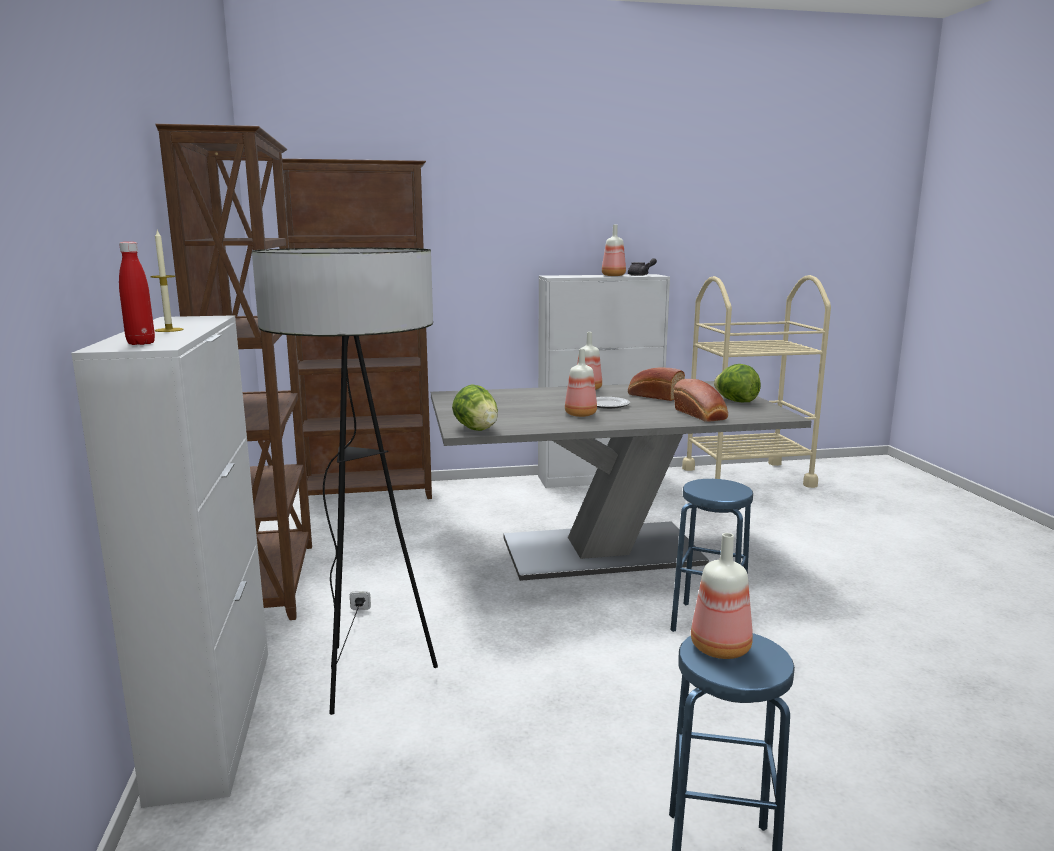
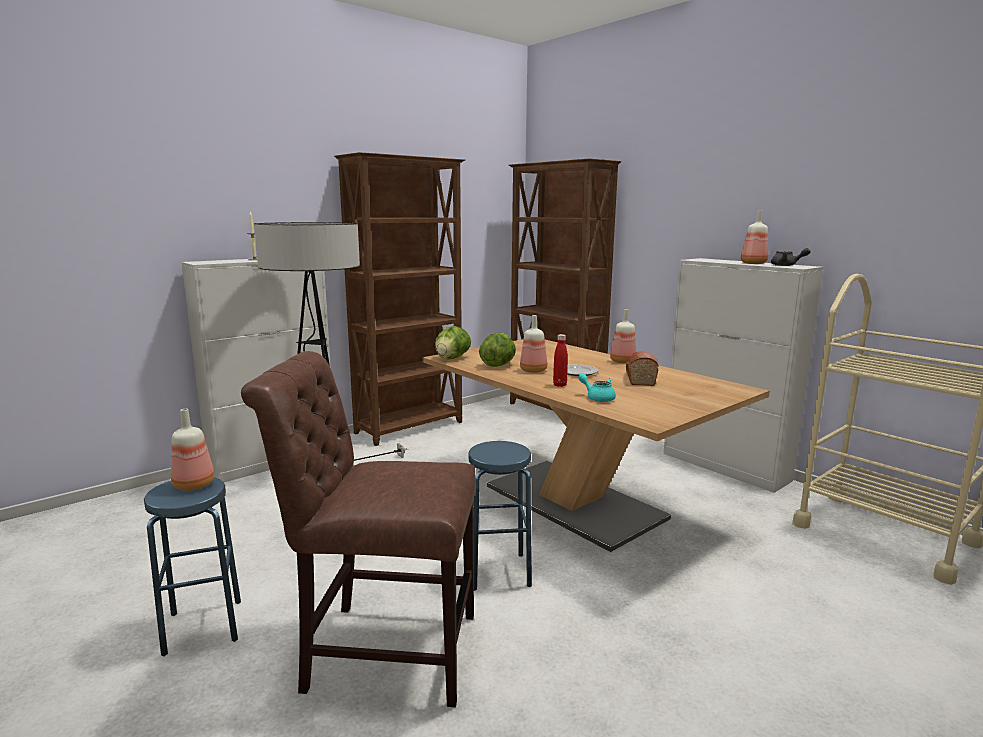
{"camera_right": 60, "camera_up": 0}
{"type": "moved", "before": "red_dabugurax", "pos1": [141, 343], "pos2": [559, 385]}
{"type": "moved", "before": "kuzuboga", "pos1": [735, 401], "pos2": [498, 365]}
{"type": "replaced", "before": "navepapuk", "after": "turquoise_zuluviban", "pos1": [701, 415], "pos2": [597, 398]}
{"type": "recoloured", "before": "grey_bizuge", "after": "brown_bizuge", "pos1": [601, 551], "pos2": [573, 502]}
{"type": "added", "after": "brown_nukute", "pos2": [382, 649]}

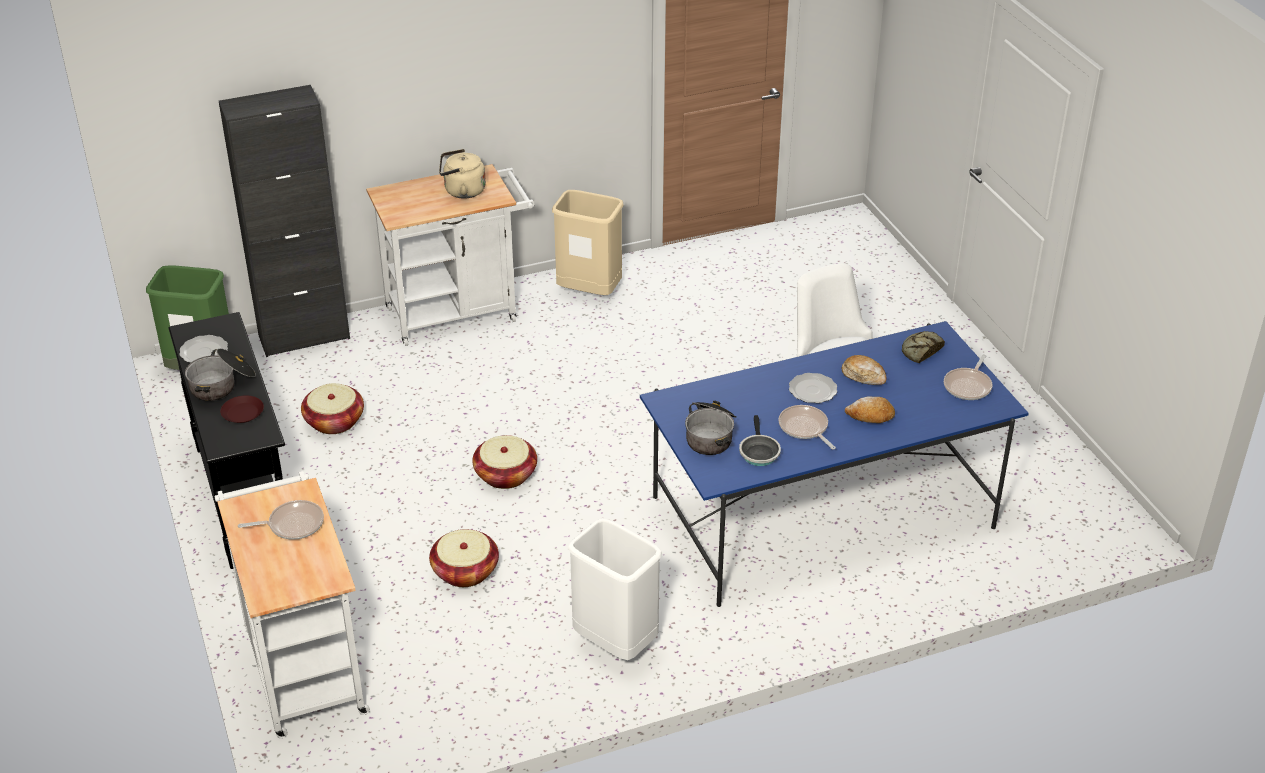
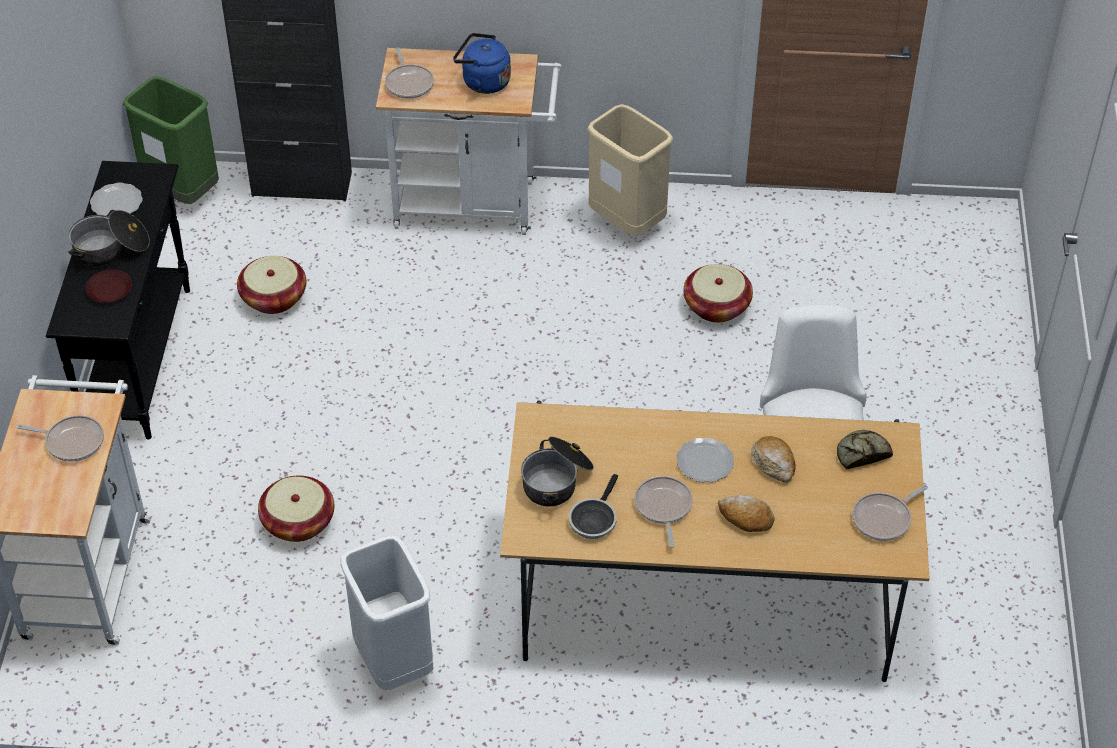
{"camera_right": 25, "camera_up": 10}
{"type": "recoloured", "before": "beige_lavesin", "after": "blue_lavesin", "pos1": [462, 191], "pos2": [483, 82]}
{"type": "recoloured", "before": "blue_bizuge", "after": "beige_bizuge", "pos1": [822, 512], "pos2": [706, 589]}
{"type": "moved", "before": "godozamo", "pos1": [505, 475], "pos2": [716, 306]}
{"type": "added", "after": "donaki", "pos2": [409, 83]}

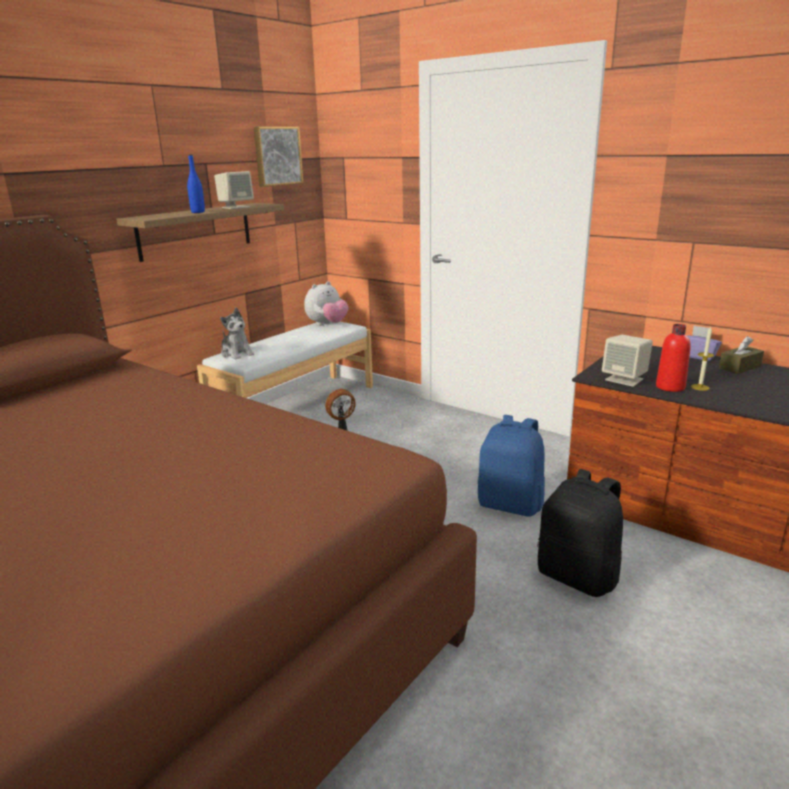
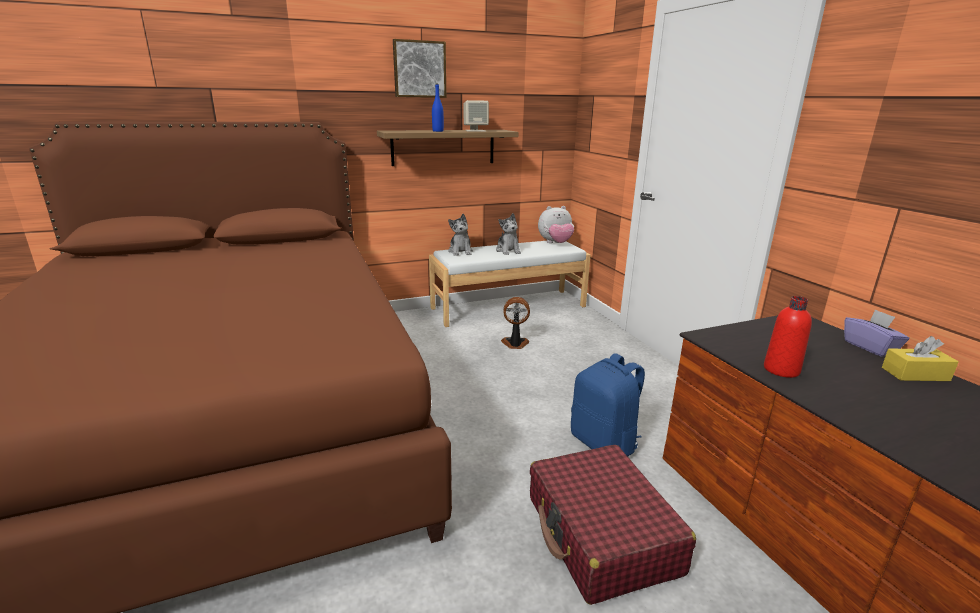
{"camera_right": 30, "camera_up": 0}
{"type": "moved", "before": "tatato", "pos1": [277, 156], "pos2": [419, 69]}
{"type": "removed", "before": "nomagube", "pos1": [700, 387]}
{"type": "removed", "before": "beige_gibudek", "pos1": [624, 379]}
{"type": "recoloured", "before": "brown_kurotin", "after": "yellow_kurotin", "pos1": [739, 367], "pos2": [915, 374]}
{"type": "replaced", "before": "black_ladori", "after": "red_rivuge", "pos1": [578, 576], "pos2": [601, 535]}
{"type": "added", "after": "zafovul", "pos2": [508, 251]}

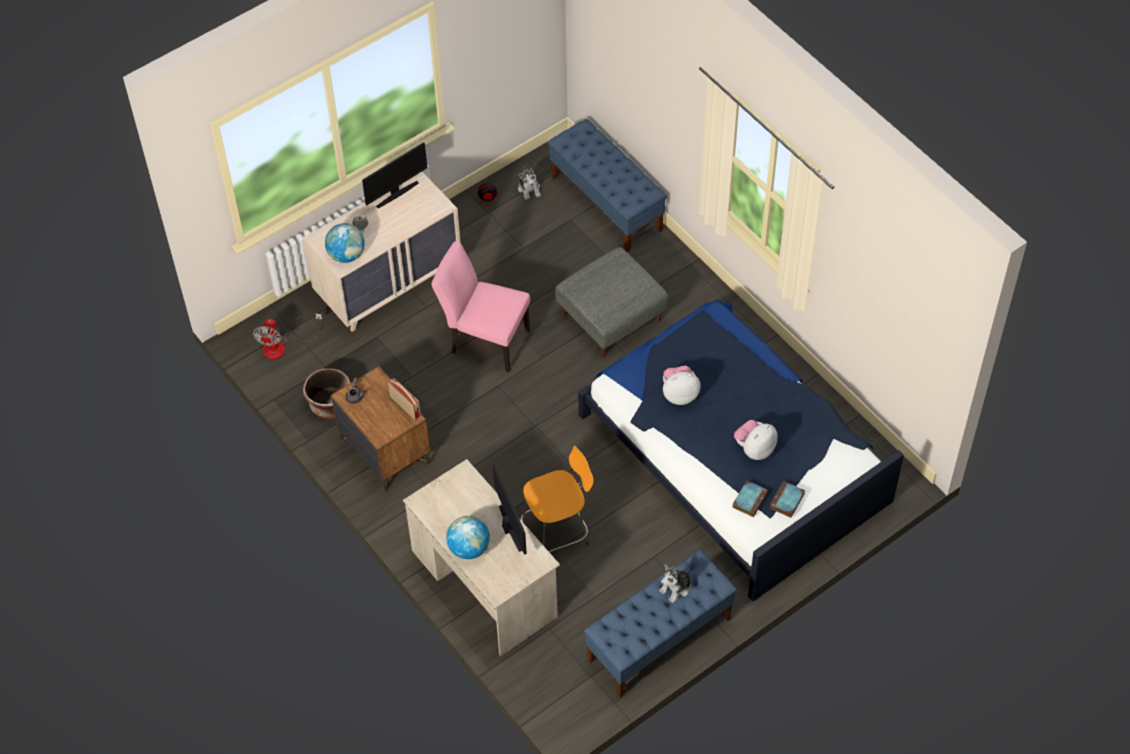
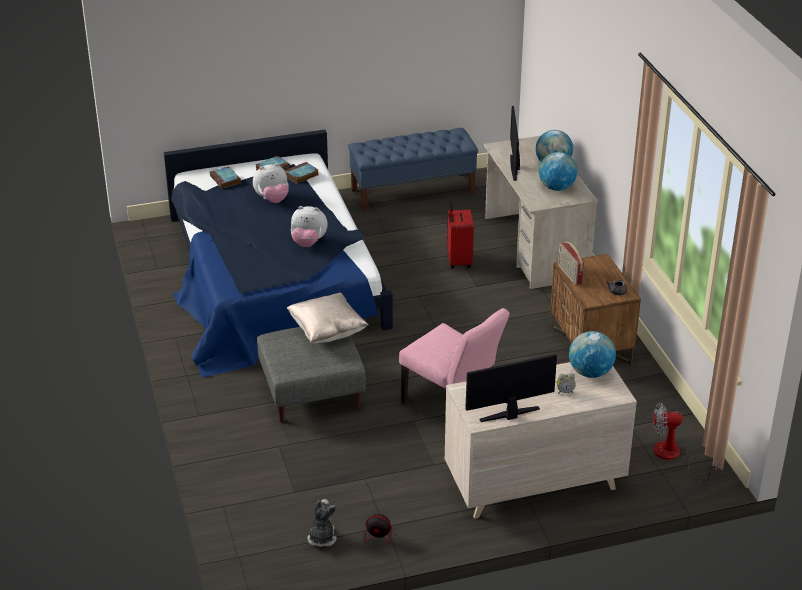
{"camera_right": -160, "camera_up": -20}
{"type": "removed", "before": "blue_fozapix", "pos1": [607, 204]}
{"type": "turned", "before": "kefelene", "pos1": [282, 346], "pos2": [674, 456], "turn": -120}
{"type": "removed", "before": "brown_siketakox", "pos1": [330, 404]}
{"type": "replaced", "before": "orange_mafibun", "after": "red_rivuge", "pos1": [557, 533], "pos2": [458, 261]}
{"type": "removed", "before": "zafovul", "pos1": [676, 588]}
{"type": "added", "after": "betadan", "pos2": [556, 187]}
{"type": "added", "after": "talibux", "pos2": [226, 180]}
{"type": "added", "after": "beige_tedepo", "pos2": [327, 332]}

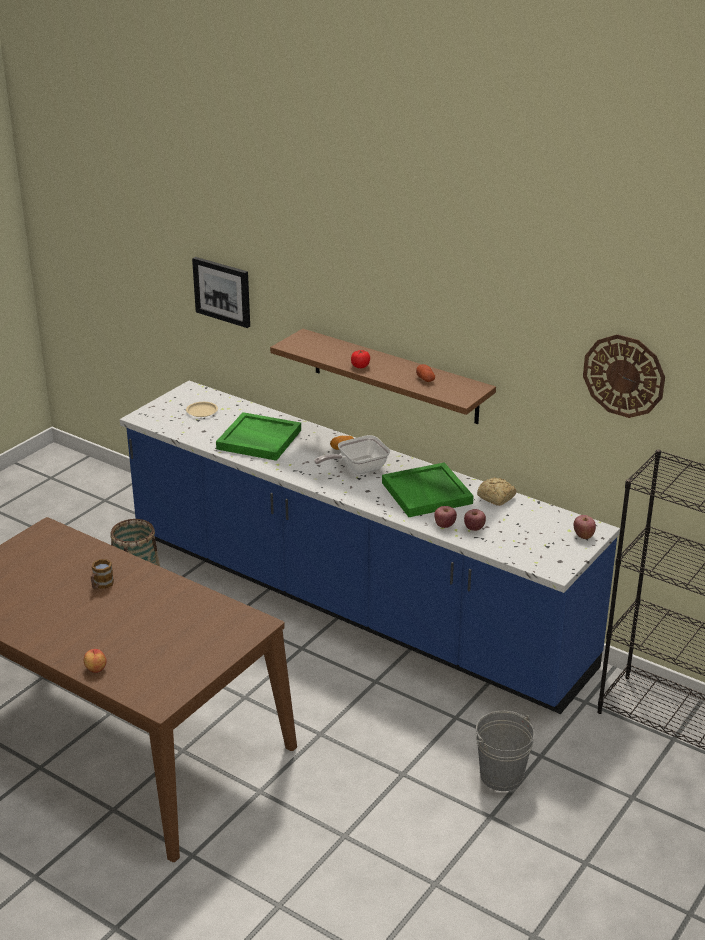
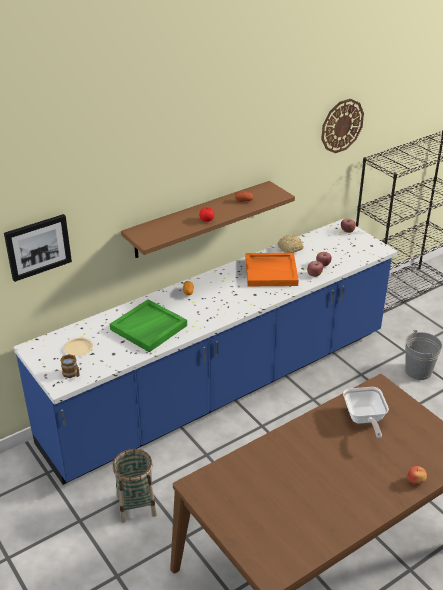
{"camera_right": -70, "camera_up": 5}
{"type": "moved", "before": "donaki", "pos1": [358, 468], "pos2": [364, 419]}
{"type": "recoloured", "before": "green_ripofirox", "after": "orange_ripofirox", "pos1": [427, 493], "pos2": [271, 271]}
{"type": "moved", "before": "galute", "pos1": [101, 585], "pos2": [72, 374]}

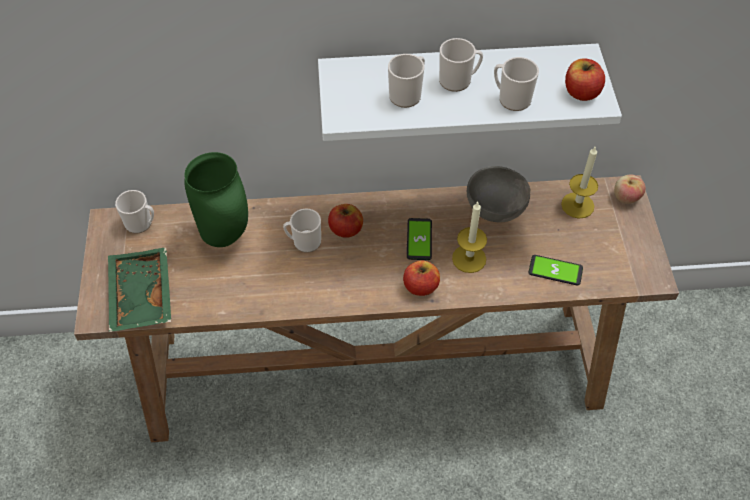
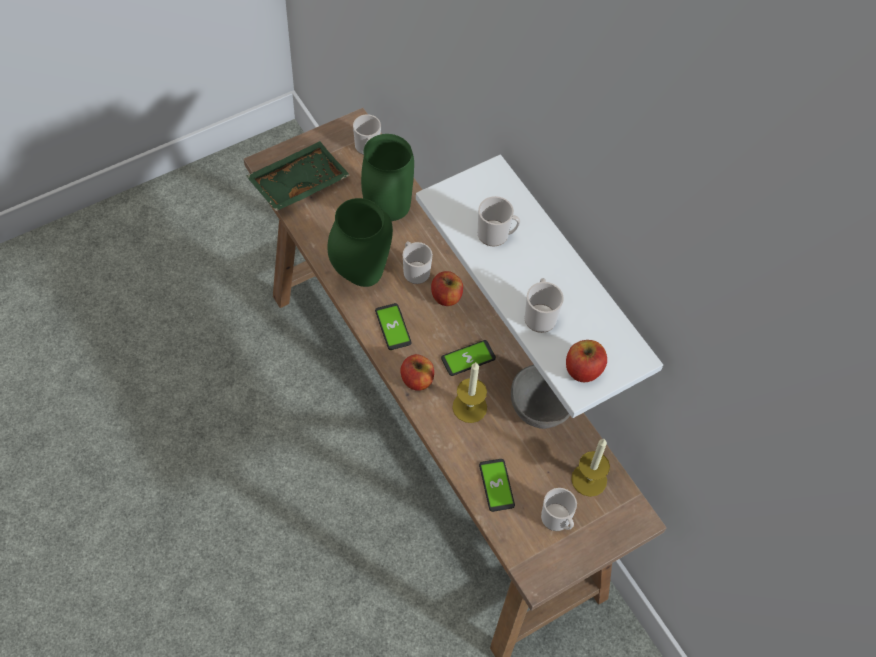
{"camera_right": 60, "camera_up": 5}
{"type": "moved", "before": "galute", "pos1": [458, 80], "pos2": [557, 520]}
{"type": "removed", "before": "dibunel", "pos1": [626, 197]}
{"type": "added", "after": "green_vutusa", "pos2": [362, 276]}
{"type": "added", "after": "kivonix", "pos2": [393, 327]}

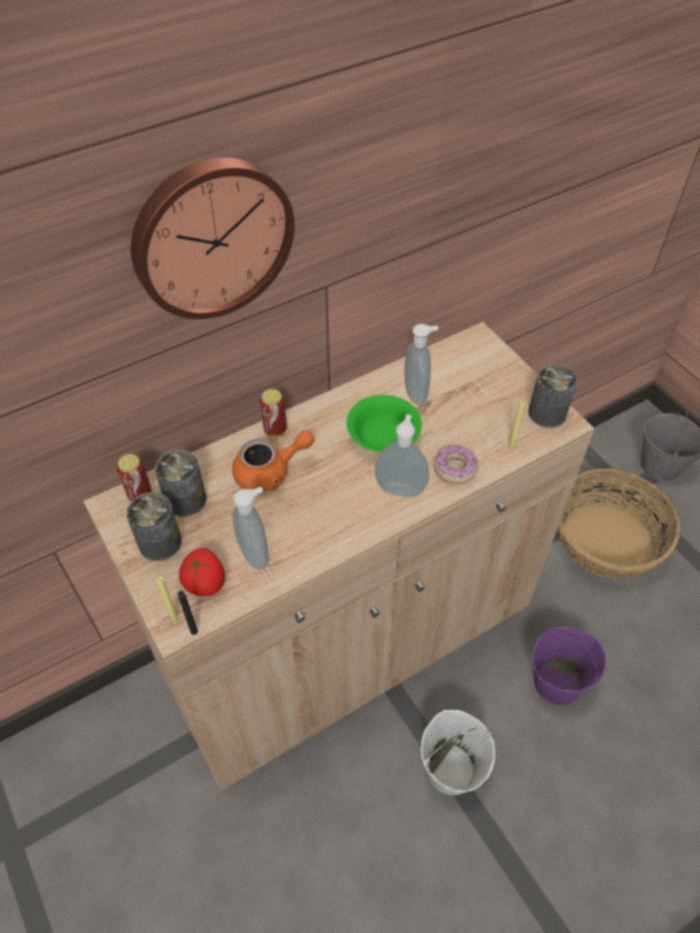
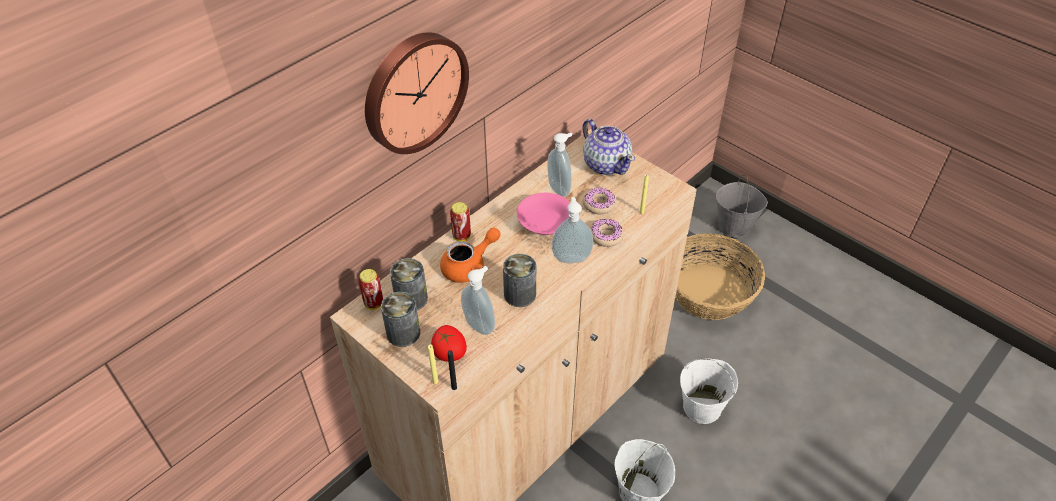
{"camera_right": -15, "camera_up": -5}
{"type": "moved", "before": "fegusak", "pos1": [547, 413], "pos2": [520, 294]}
{"type": "recoloured", "before": "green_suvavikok", "after": "pink_suvavikok", "pos1": [383, 435], "pos2": [545, 223]}
{"type": "recoloured", "before": "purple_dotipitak", "after": "white_dotipitak", "pos1": [557, 682], "pos2": [702, 407]}
{"type": "added", "after": "zuluviban", "pos2": [606, 164]}
{"type": "added", "after": "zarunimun", "pos2": [599, 204]}

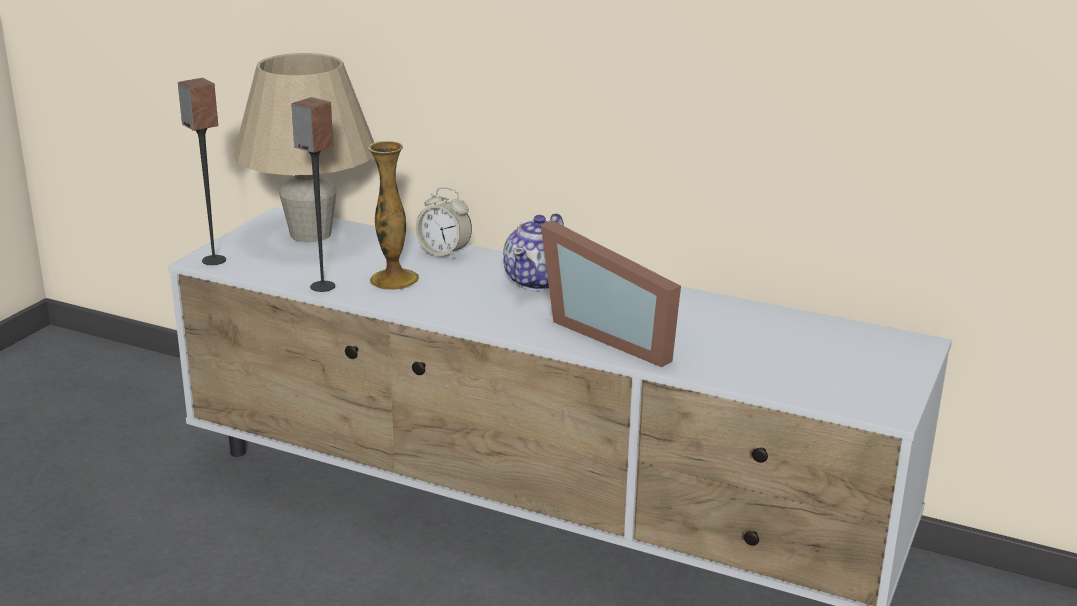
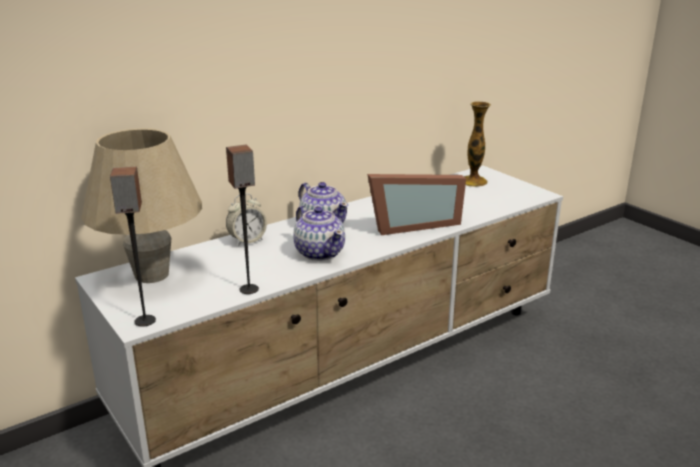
{"camera_right": -60, "camera_up": 0}
{"type": "moved", "before": "vutusa", "pos1": [394, 279], "pos2": [473, 181]}
{"type": "added", "after": "zuluviban", "pos2": [319, 252]}

